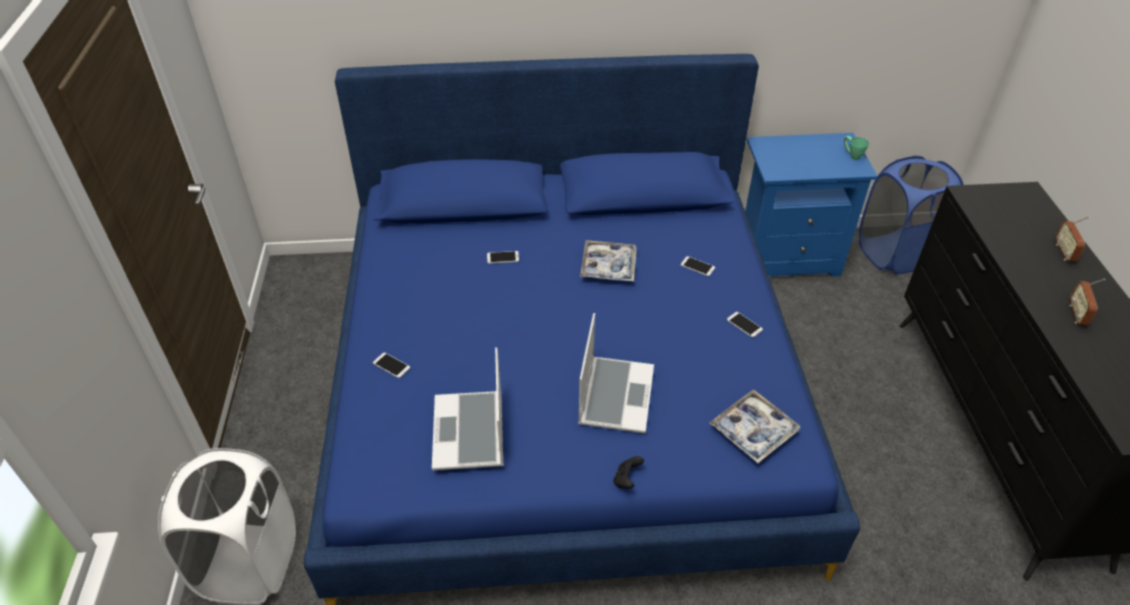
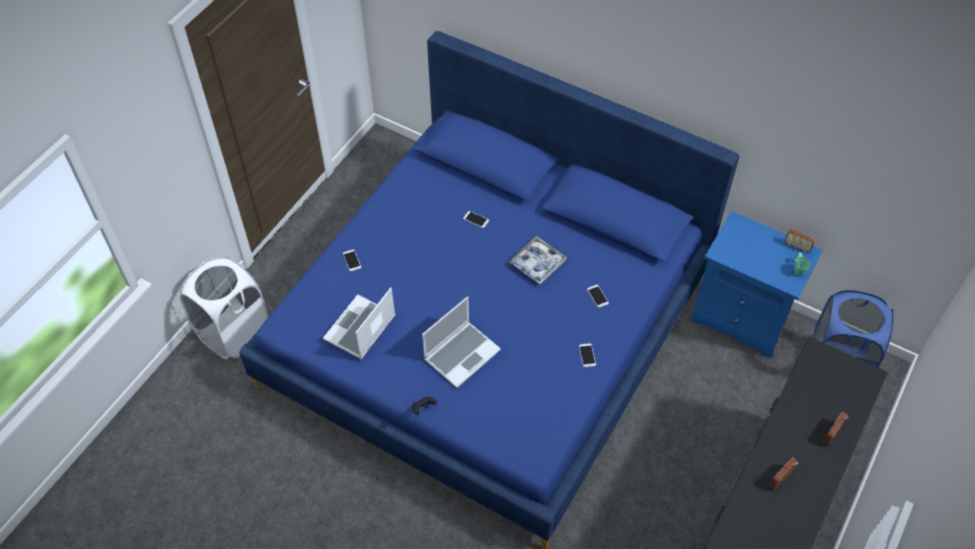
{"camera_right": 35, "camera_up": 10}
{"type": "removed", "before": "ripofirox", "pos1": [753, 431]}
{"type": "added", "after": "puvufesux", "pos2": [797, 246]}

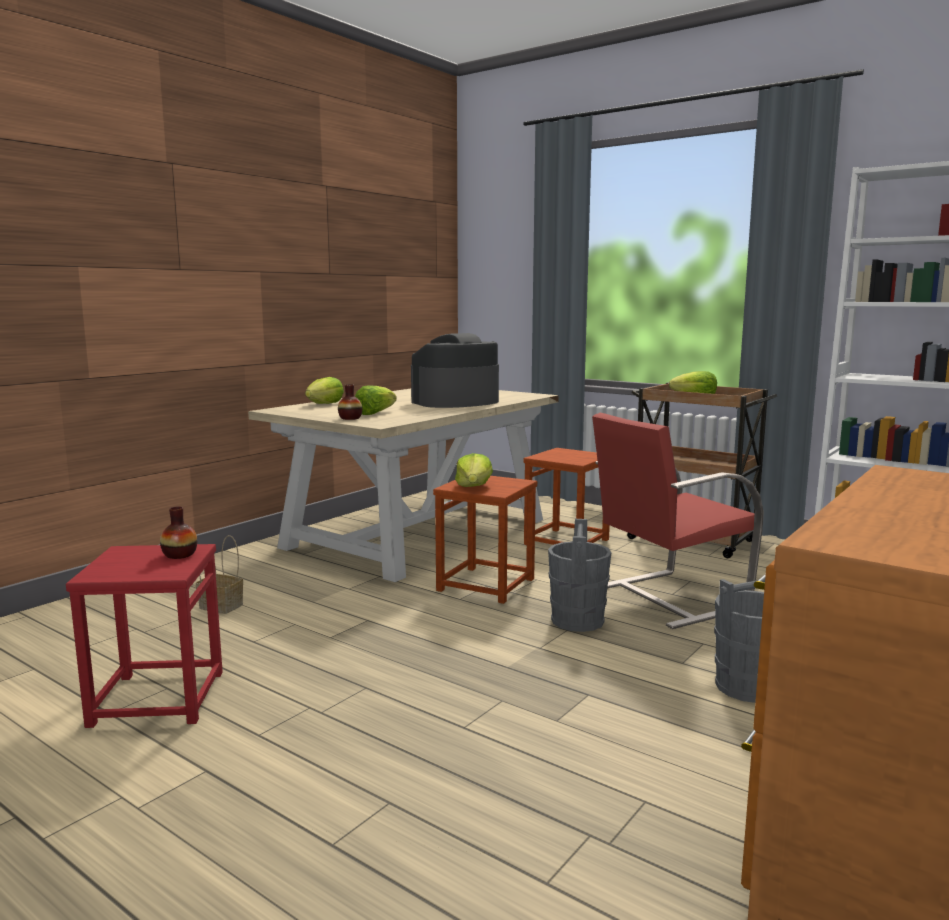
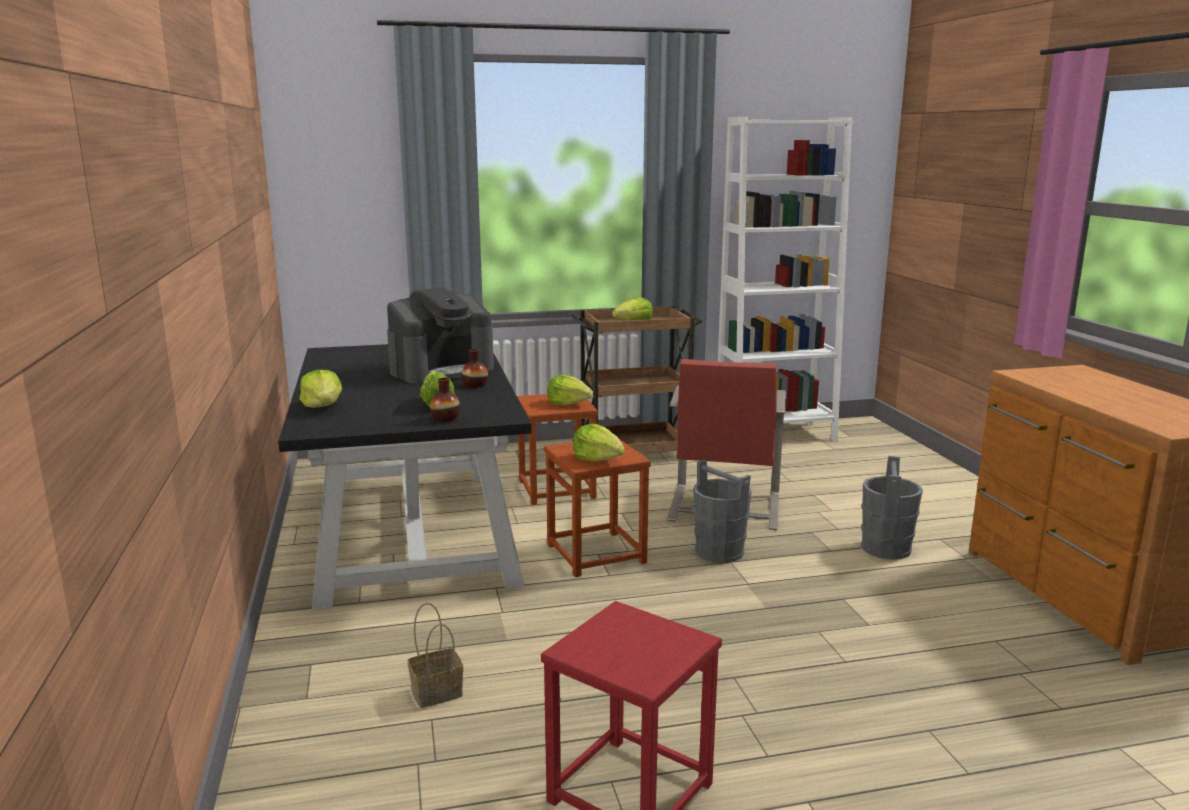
{"camera_right": -50, "camera_up": 5}
{"type": "turned", "before": "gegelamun", "pos1": [455, 402], "pos2": [442, 370], "turn": -135}
{"type": "recoloured", "before": "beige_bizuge", "after": "black_bizuge", "pos1": [417, 533], "pos2": [414, 532]}
{"type": "moved", "before": "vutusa", "pos1": [179, 555], "pos2": [475, 385]}
{"type": "added", "after": "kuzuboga", "pos2": [568, 403]}

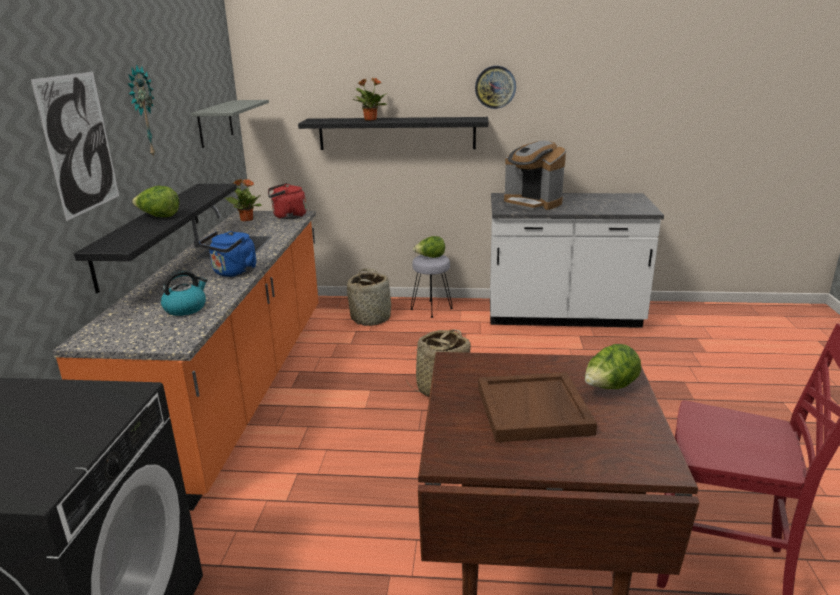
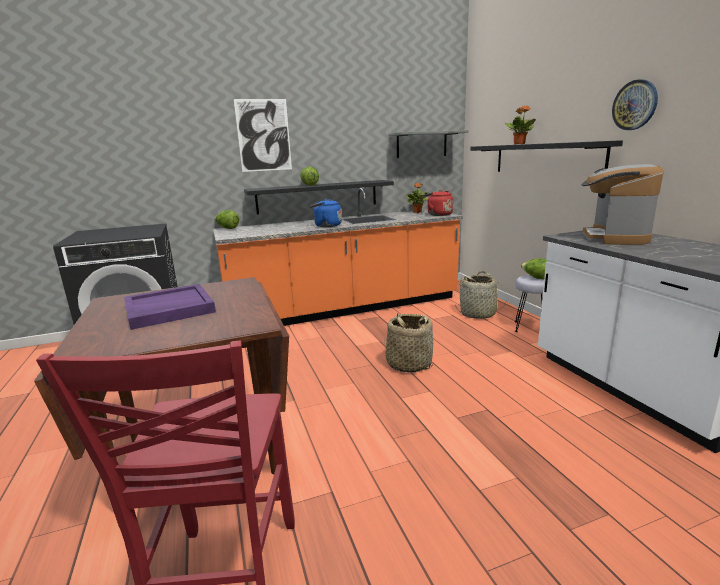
{"camera_right": 65, "camera_up": -5}
{"type": "removed", "before": "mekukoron", "pos1": [141, 112]}
{"type": "removed", "before": "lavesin", "pos1": [186, 308]}
{"type": "moved", "before": "kuzuboga", "pos1": [609, 388], "pos2": [227, 228]}
{"type": "recoloured", "before": "brown_ripofirox", "after": "purple_ripofirox", "pos1": [534, 411], "pos2": [168, 309]}

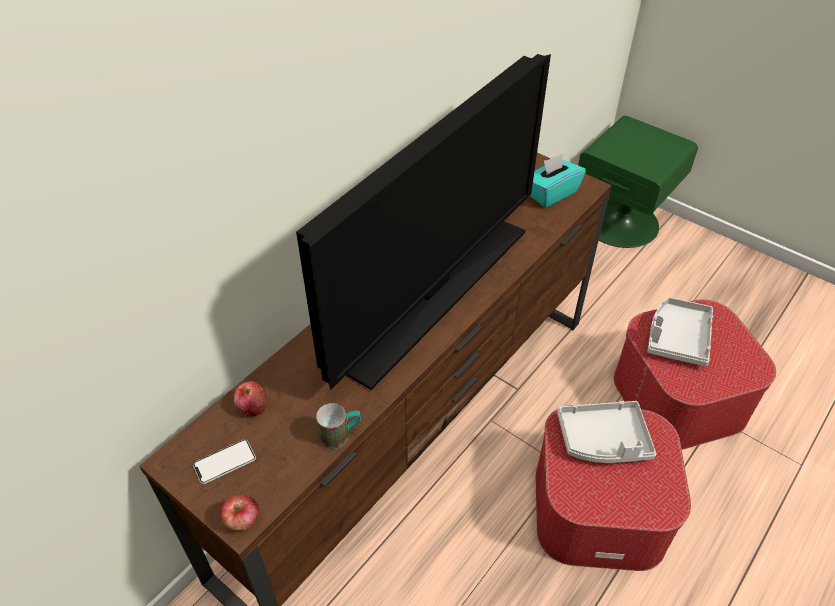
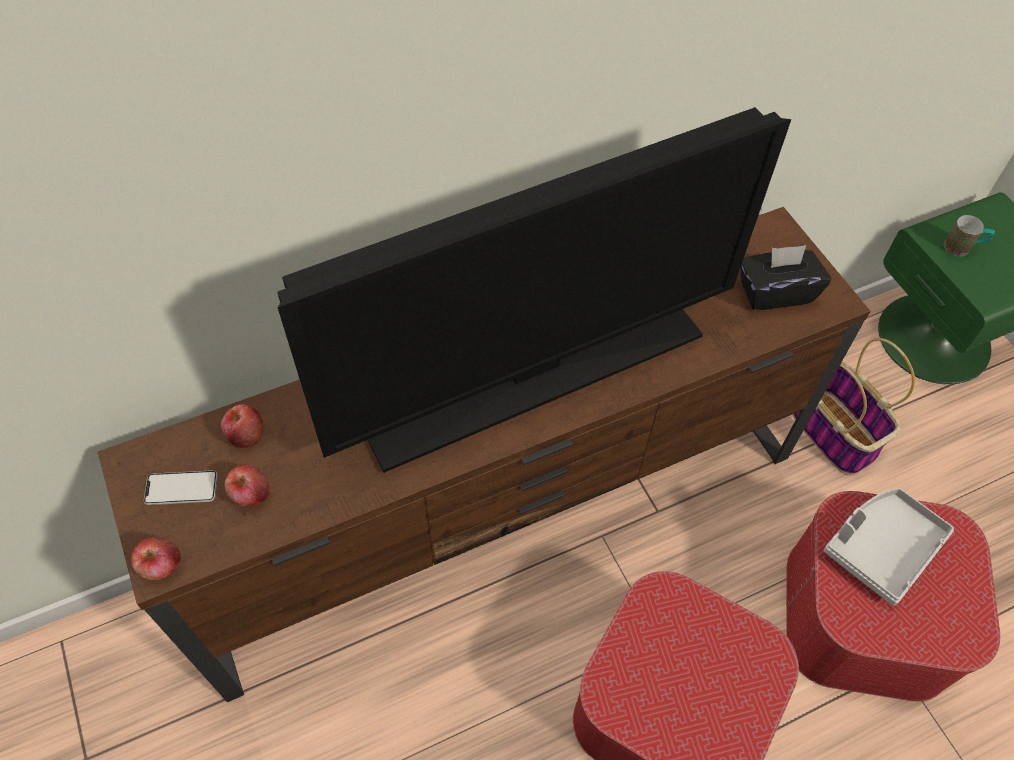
{"camera_right": 25, "camera_up": 10}
{"type": "recoloured", "before": "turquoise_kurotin", "after": "black_kurotin", "pos1": [551, 193], "pos2": [775, 292]}
{"type": "removed", "before": "grey_ripofirox", "pos1": [603, 440]}
{"type": "moved", "before": "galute", "pos1": [341, 435], "pos2": [962, 248]}
{"type": "added", "after": "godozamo", "pos2": [835, 433]}
{"type": "added", "after": "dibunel", "pos2": [251, 494]}

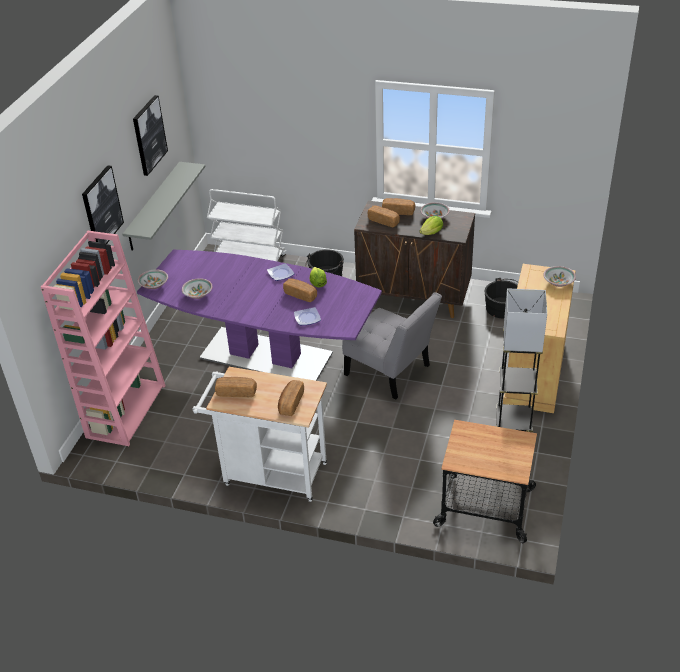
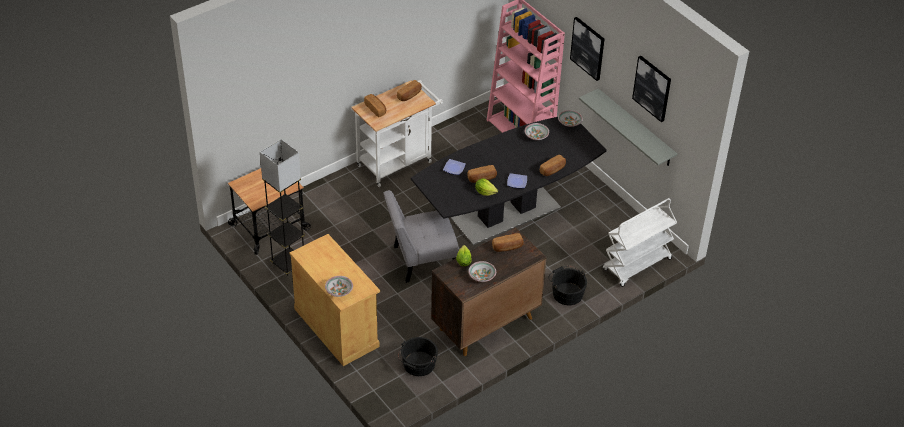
{"camera_right": 125, "camera_up": 5}
{"type": "moved", "before": "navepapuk", "pos1": [398, 211], "pos2": [553, 170]}
{"type": "recoloured", "before": "purple_bizuge", "after": "black_bizuge", "pos1": [265, 355], "pos2": [506, 213]}

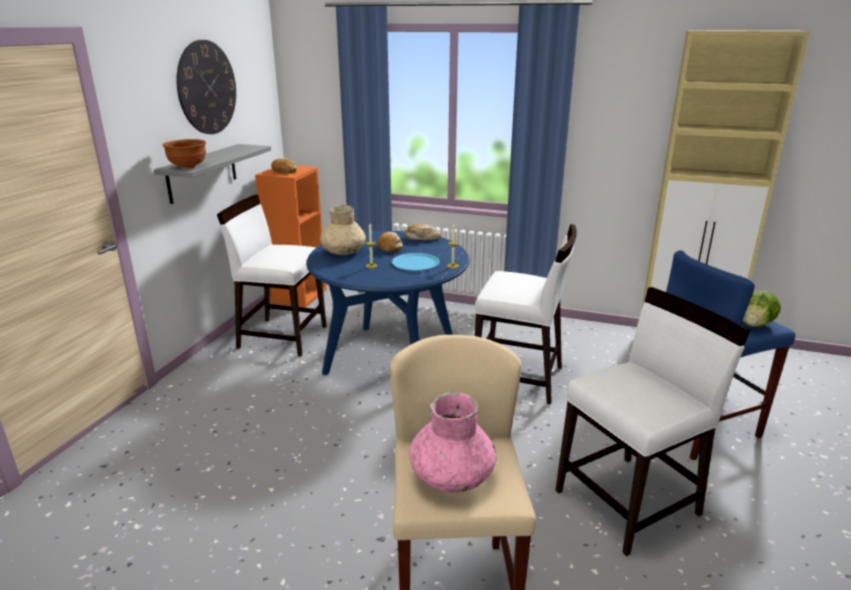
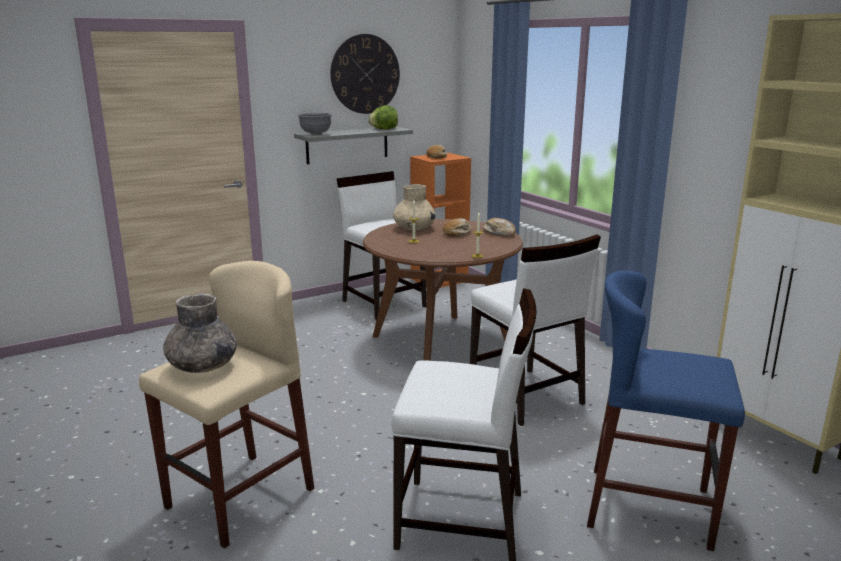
{"camera_right": 40, "camera_up": -5}
{"type": "recoloured", "before": "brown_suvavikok", "after": "grey_suvavikok", "pos1": [188, 167], "pos2": [315, 134]}
{"type": "recoloured", "before": "blue_bizuge", "after": "brown_bizuge", "pos1": [391, 357], "pos2": [441, 342]}
{"type": "removed", "before": "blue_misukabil", "pos1": [415, 263]}
{"type": "moved", "before": "kuzuboga", "pos1": [755, 325], "pos2": [384, 129]}
{"type": "recoloured", "before": "pink_vutusa", "after": "grey_vutusa", "pos1": [451, 476], "pos2": [202, 366]}

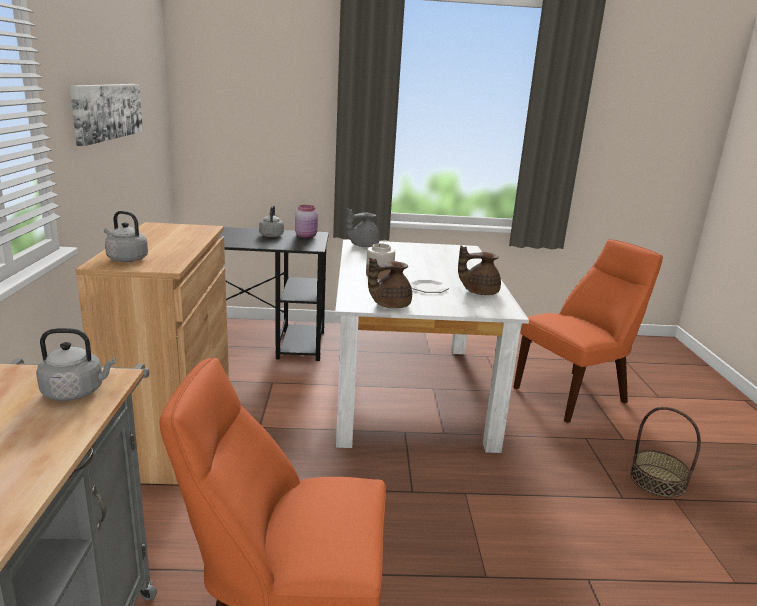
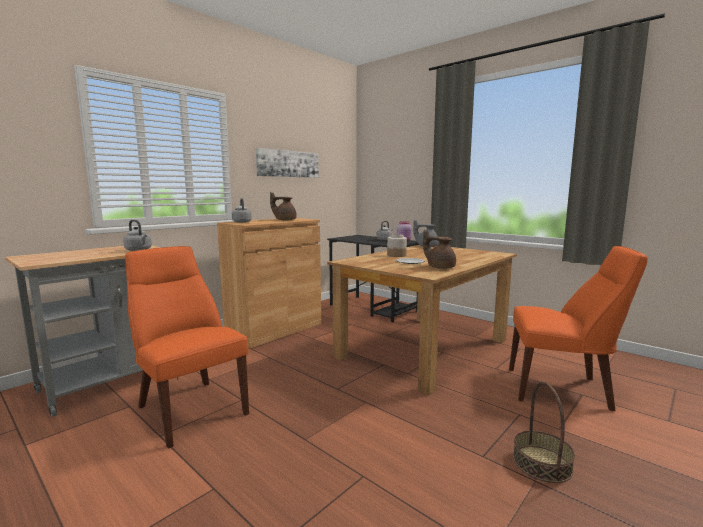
{"camera_right": 45, "camera_up": -10}
{"type": "recoloured", "before": "white_bizuge", "after": "brown_bizuge", "pos1": [408, 389], "pos2": [424, 348]}
{"type": "moved", "before": "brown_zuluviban", "pos1": [389, 305], "pos2": [285, 220]}

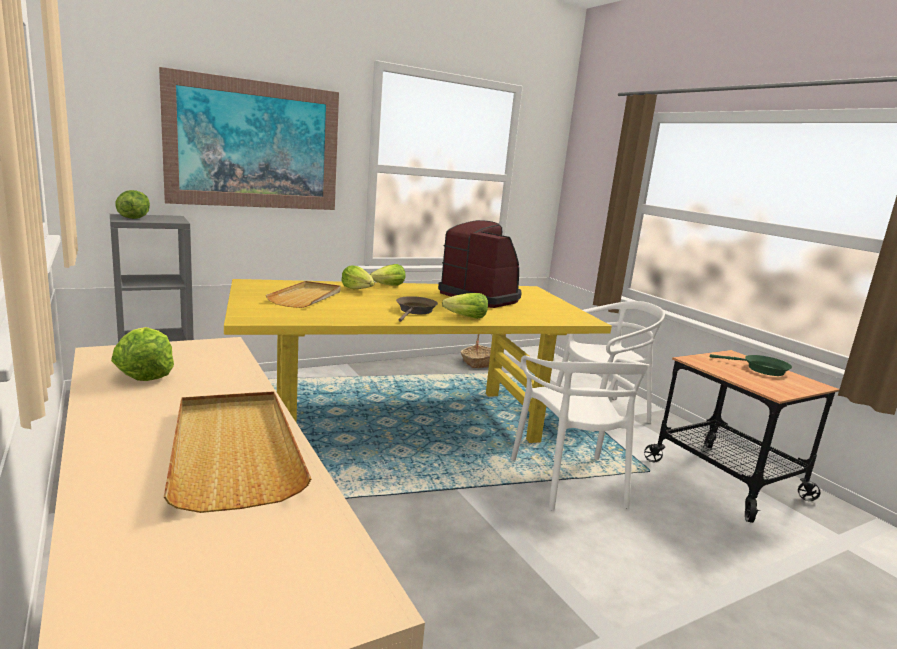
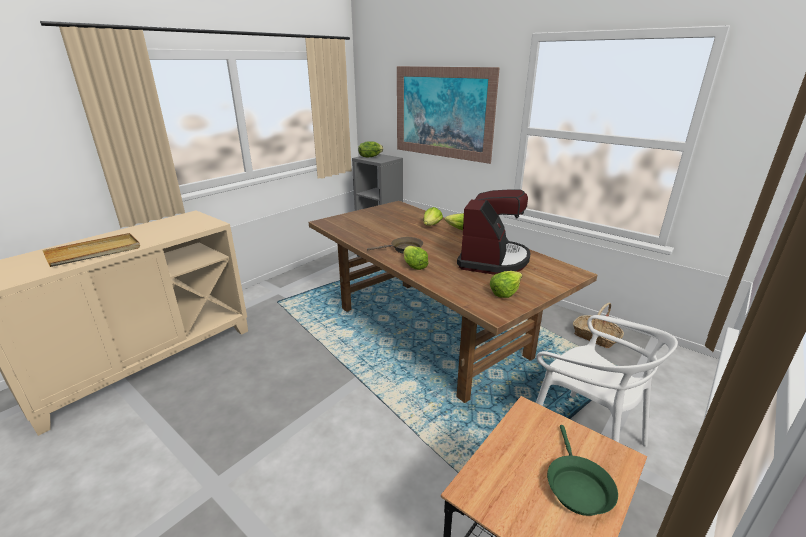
{"camera_right": 70, "camera_up": 10}
{"type": "recoloured", "before": "yellow_bizuge", "after": "brown_bizuge", "pos1": [407, 422], "pos2": [431, 332]}
{"type": "removed", "before": "beige_ripofirox", "pos1": [306, 297]}
{"type": "moved", "before": "kuzuboga", "pos1": [144, 373], "pos2": [505, 292]}
{"type": "removed", "before": "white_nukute", "pos1": [570, 481]}

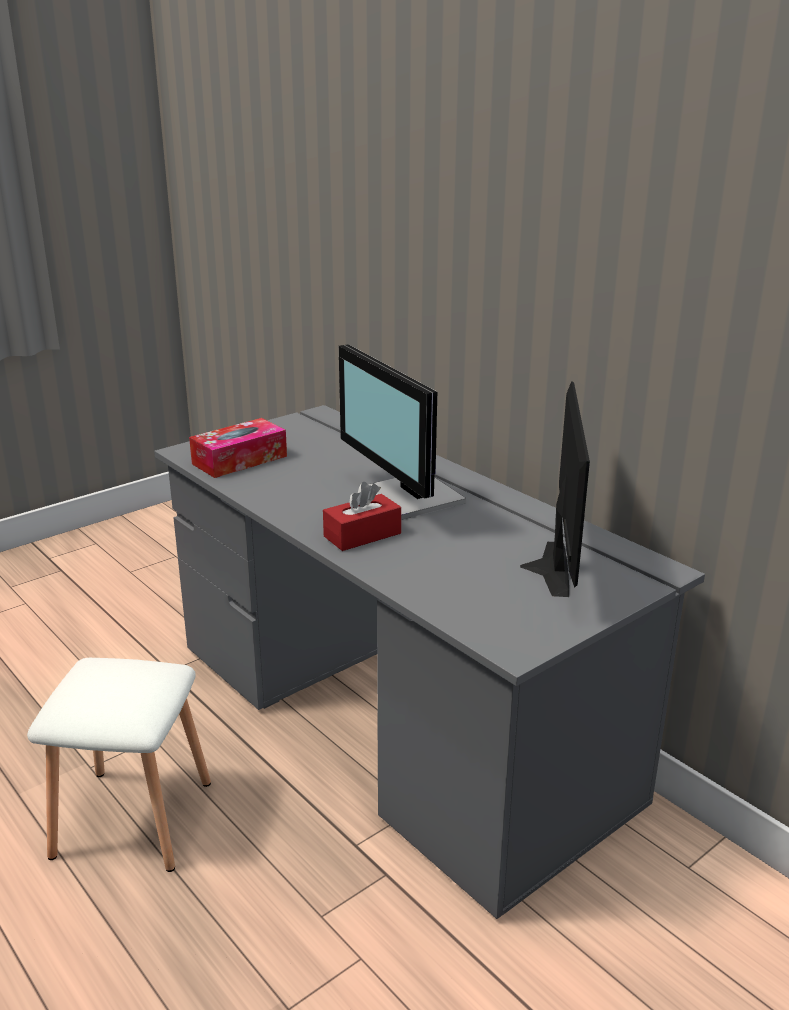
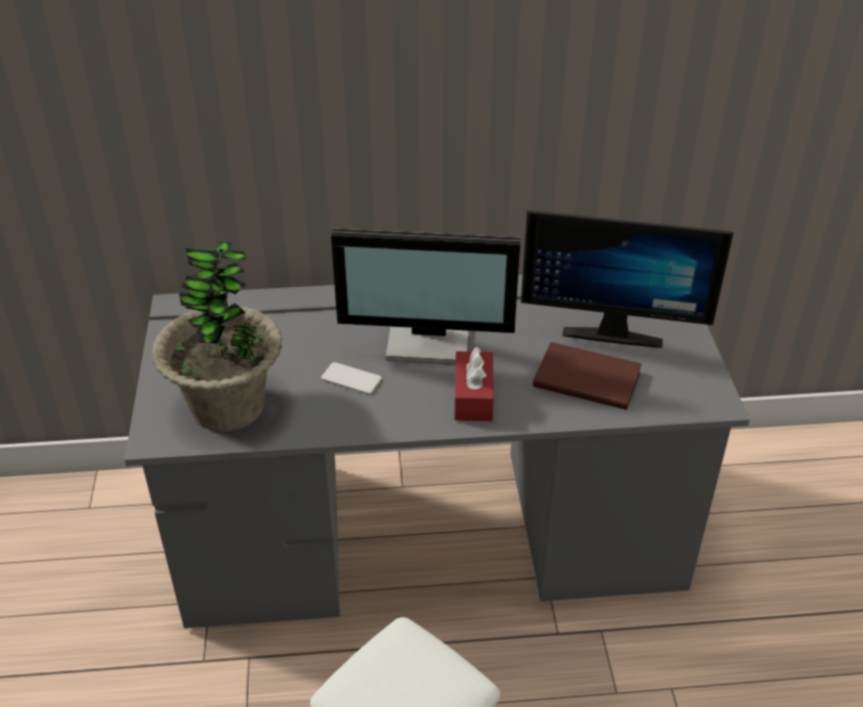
{"camera_right": -55, "camera_up": 15}
{"type": "turned", "before": "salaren", "pos1": [544, 567], "pos2": [612, 330], "turn": 150}
{"type": "replaced", "before": "kurotin", "after": "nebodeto", "pos1": [239, 460], "pos2": [228, 407]}
{"type": "added", "after": "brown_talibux", "pos2": [586, 377]}
{"type": "added", "after": "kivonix", "pos2": [351, 379]}

